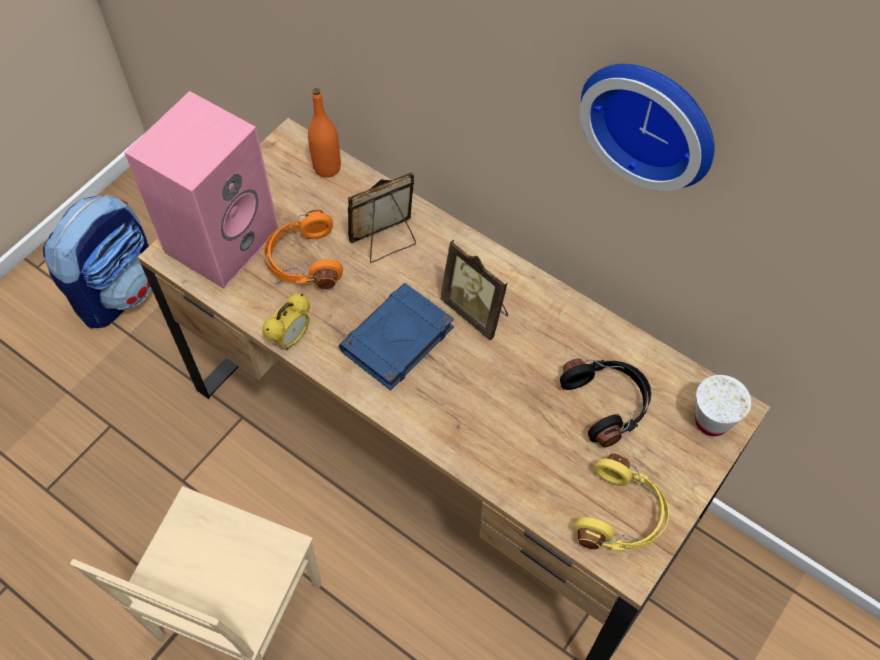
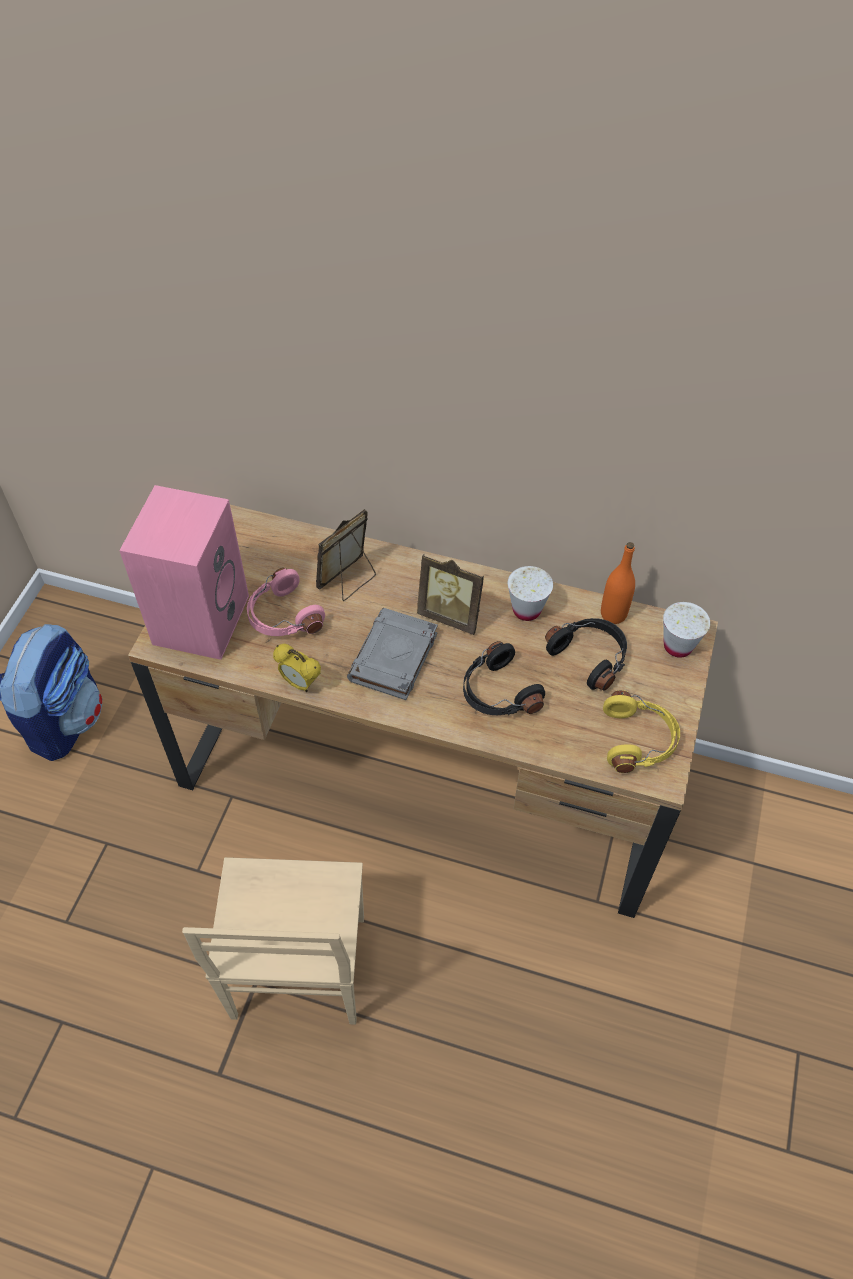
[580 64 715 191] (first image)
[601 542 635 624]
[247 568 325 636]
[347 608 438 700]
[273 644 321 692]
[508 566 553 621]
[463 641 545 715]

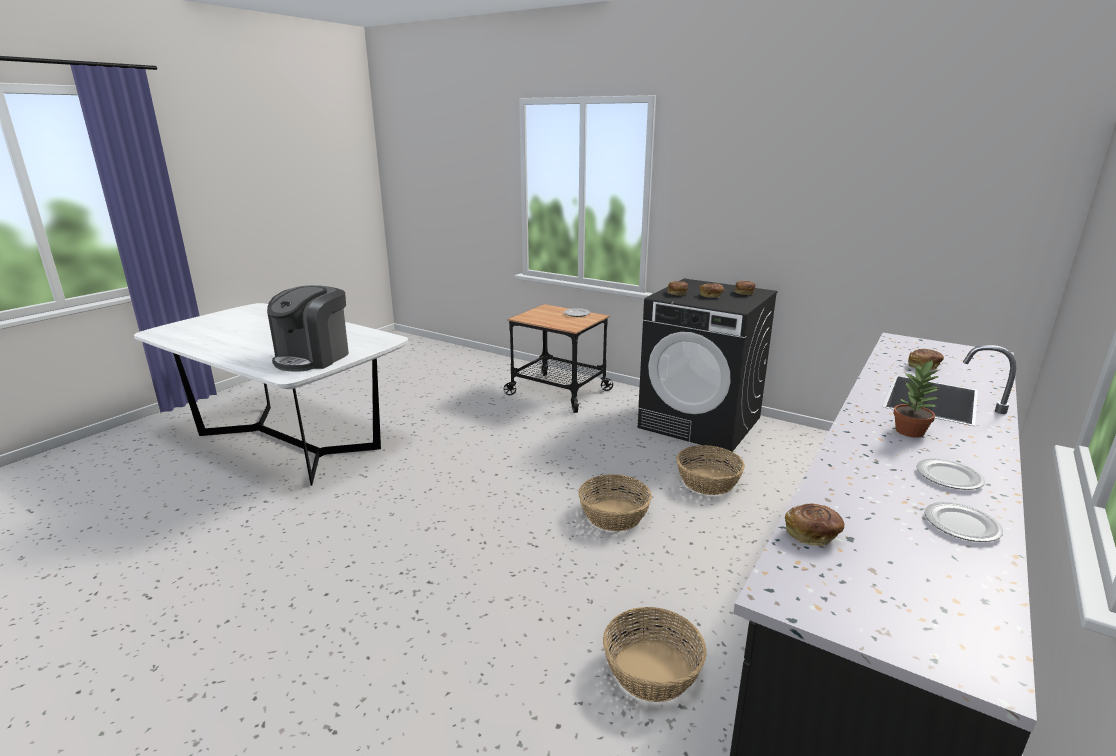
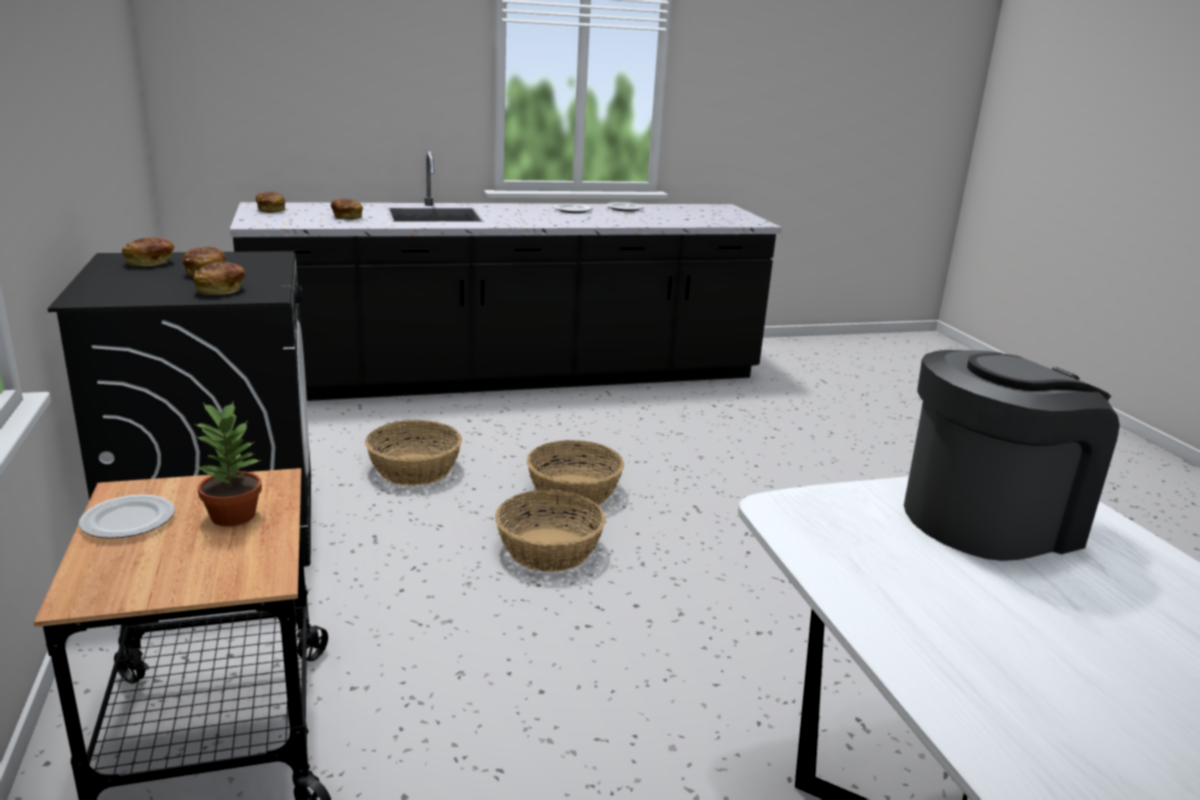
[194 401 262 526]
[256 192 286 213]
[495 490 606 572]

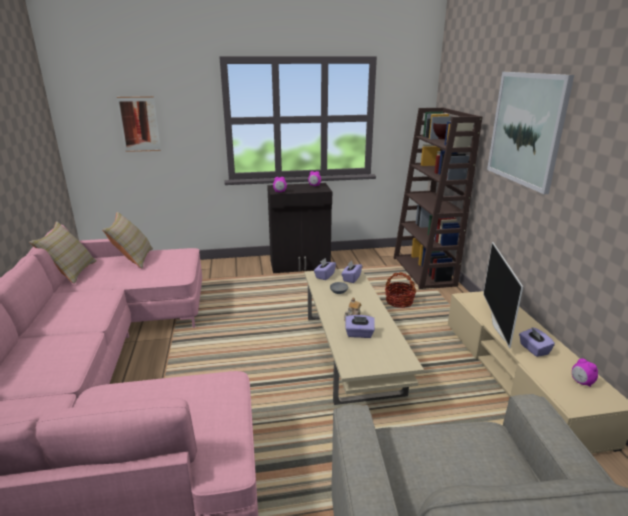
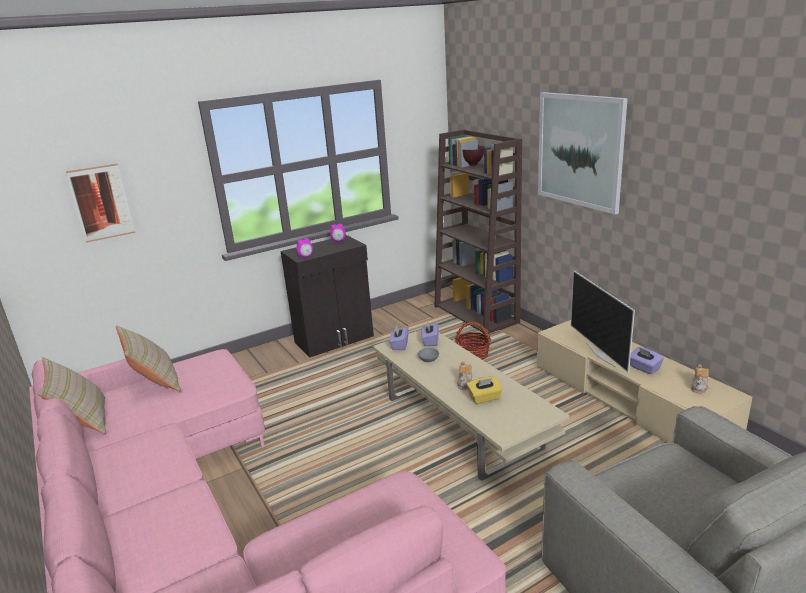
[467 376 503 404]
[691 364 709 394]

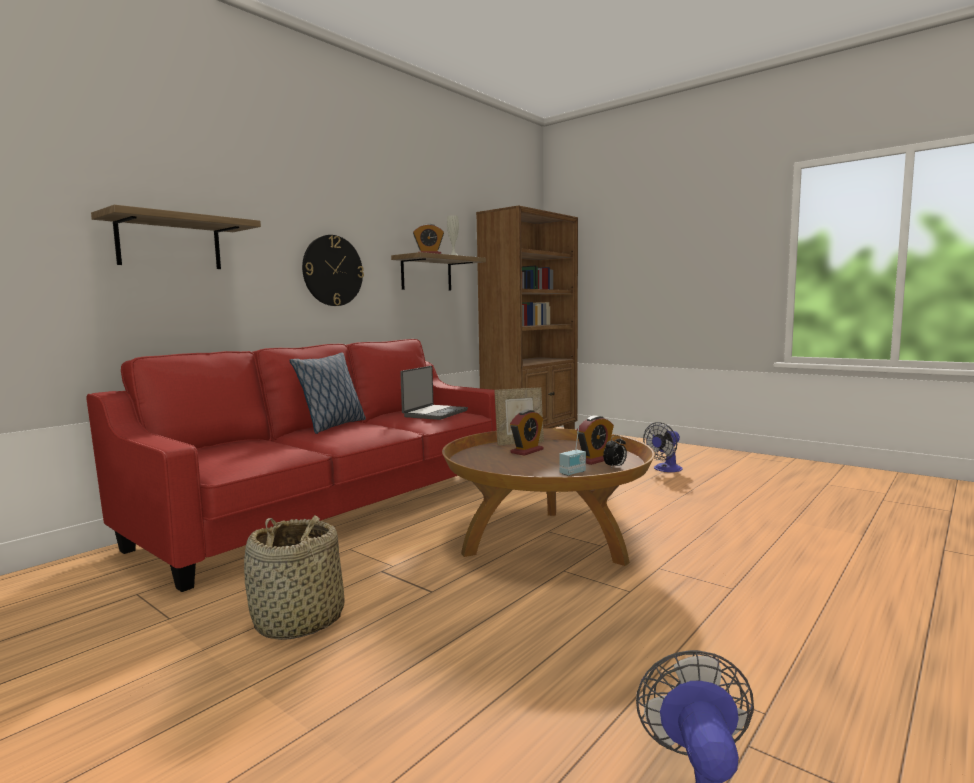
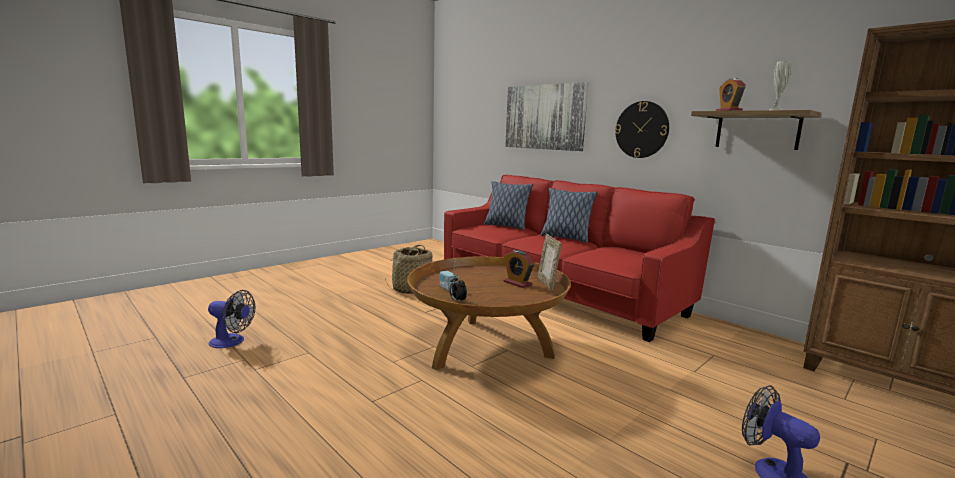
[505 82 588 151]
[400 366 468 420] (first image)
[576 416 614 465] (first image)
[484 181 533 230]

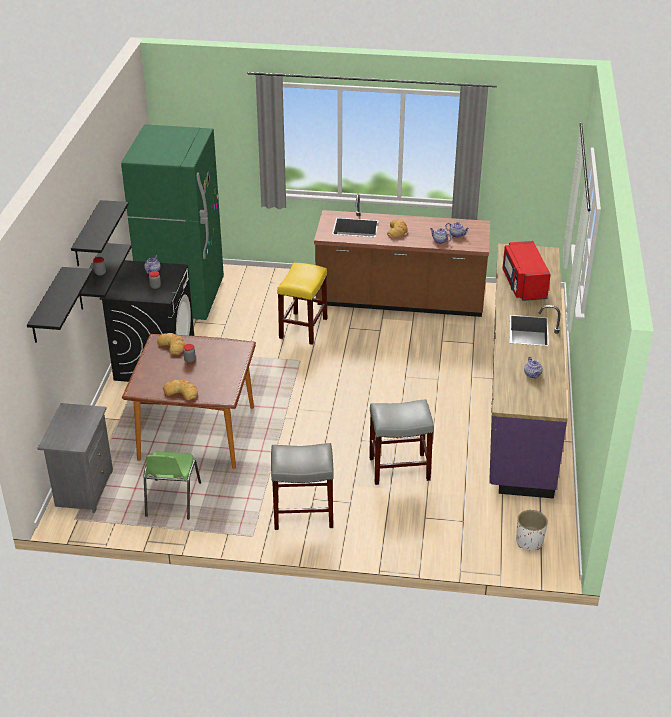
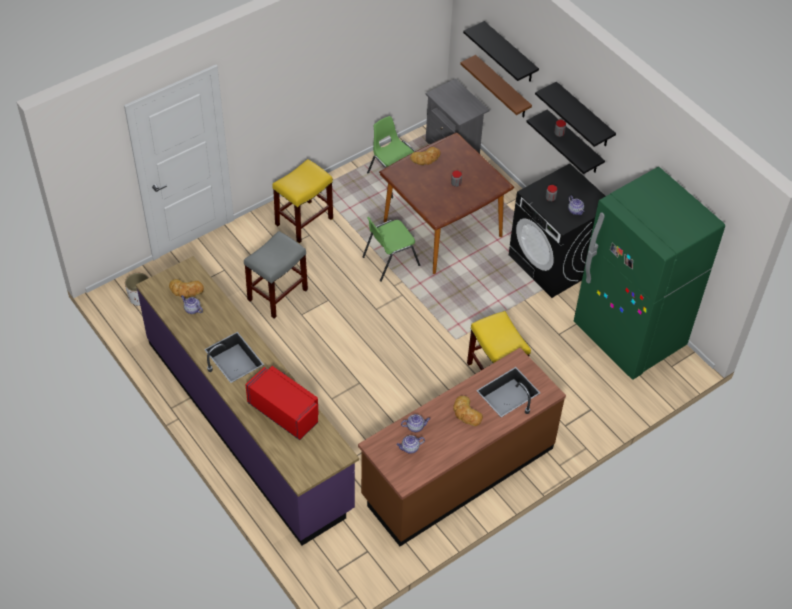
[169 279 204 298]
[272 159 333 243]
[460 55 532 118]
[362 217 420 282]

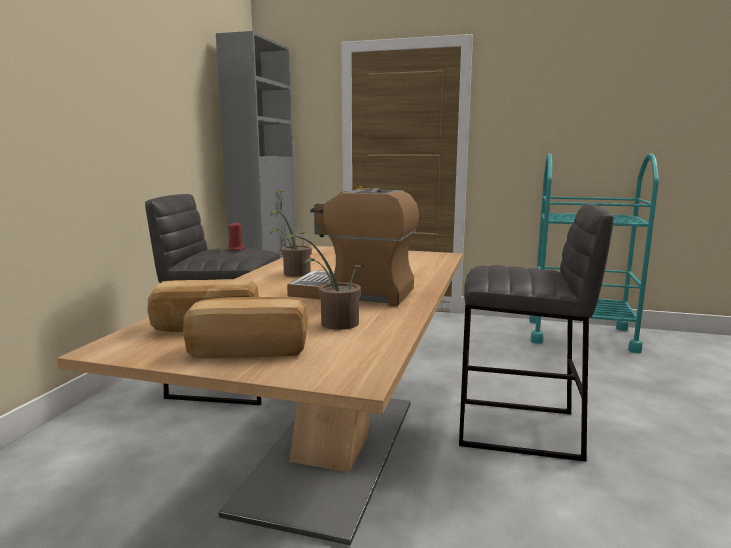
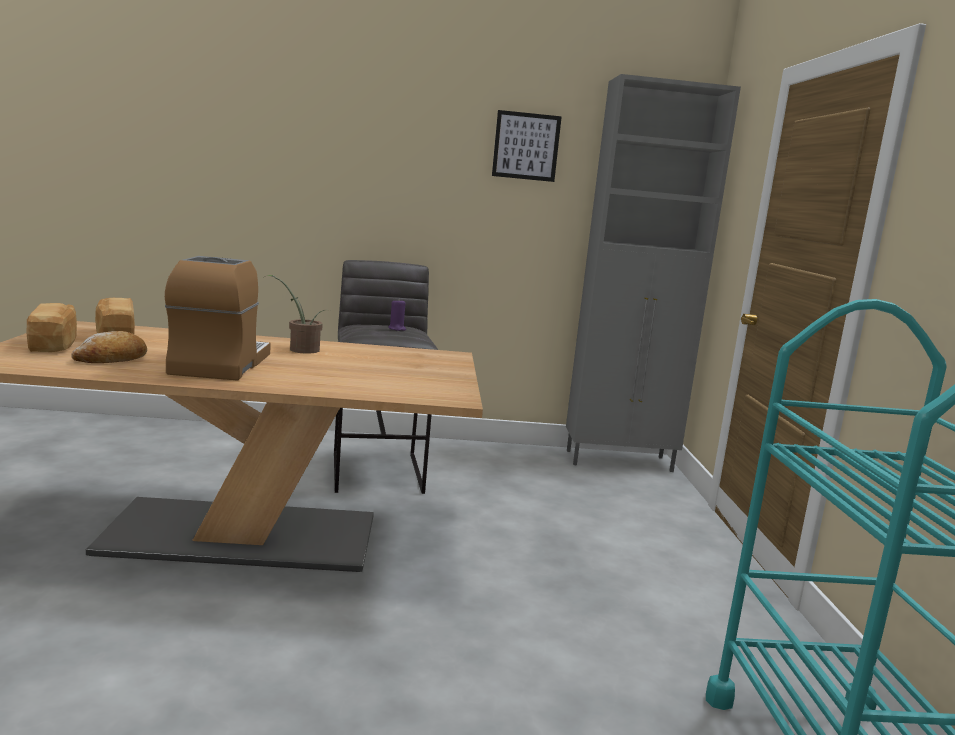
[459 204 614 461] (first image)
[389 301 406 331]
[72 331 147 363]
[492 110 562 182]

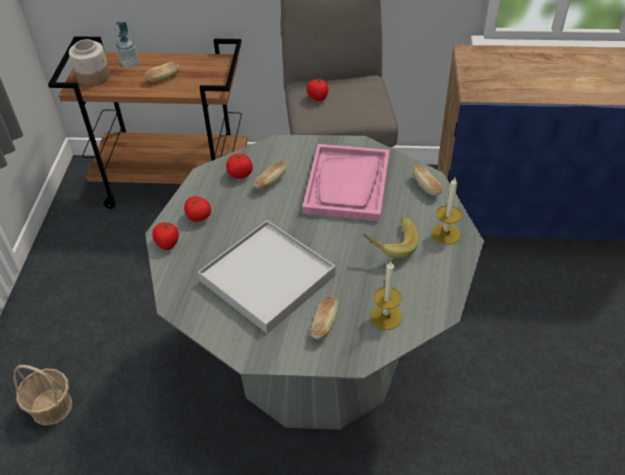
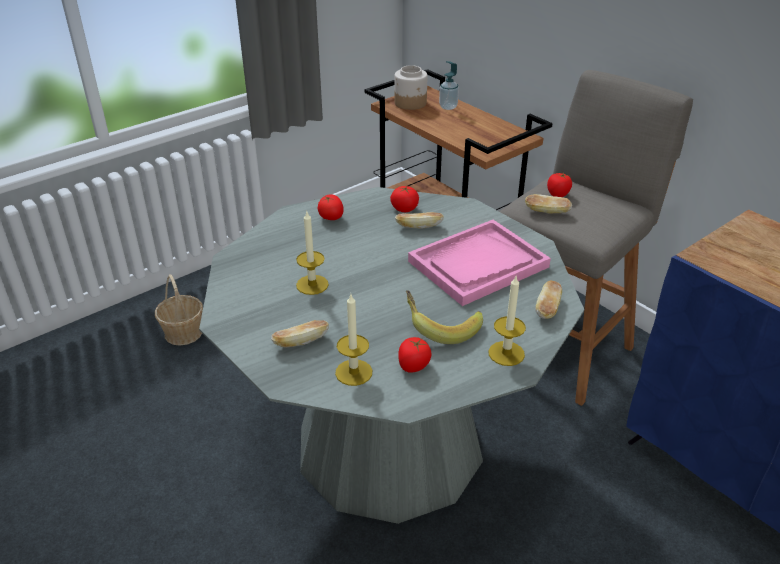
[525 194 572 213]
[296 212 329 295]
[398 337 431 373]

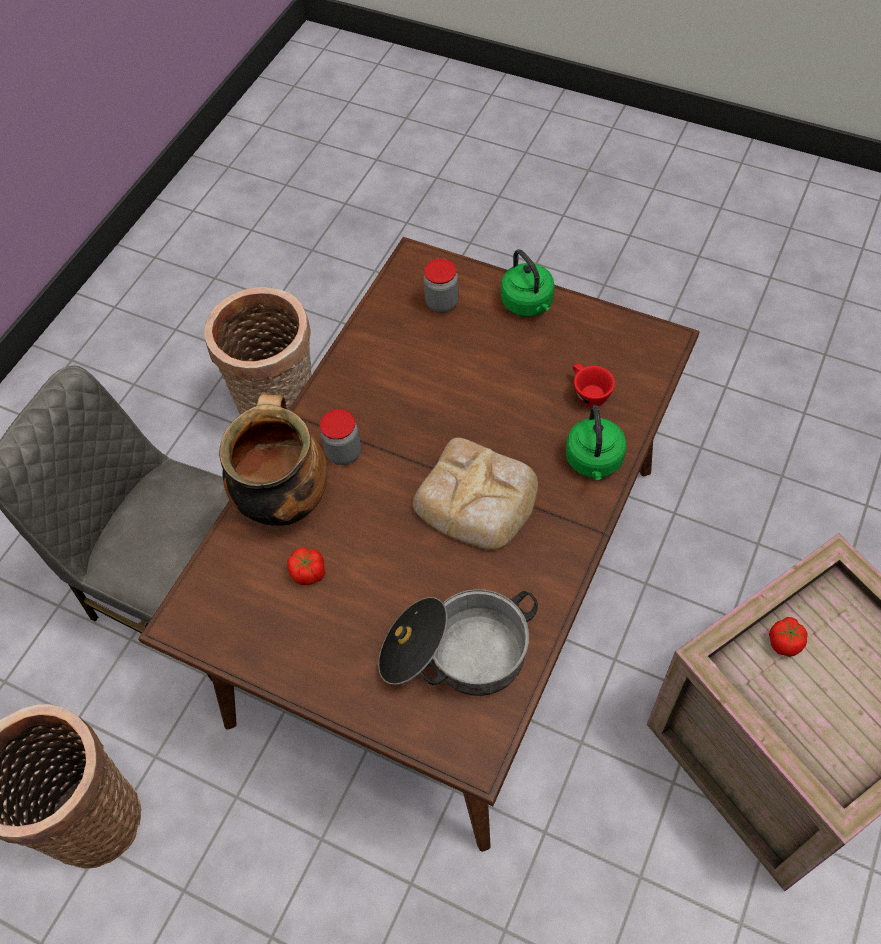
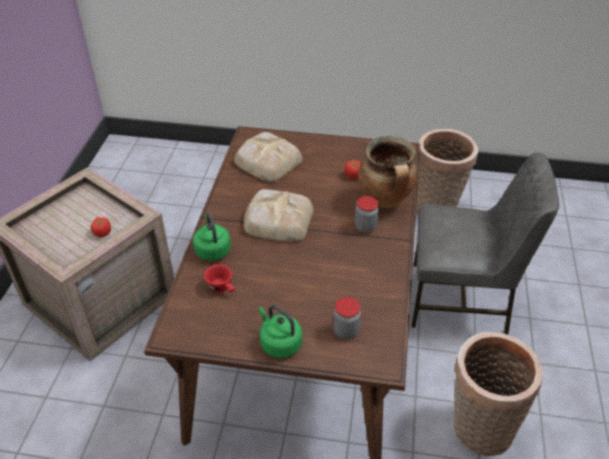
[234 132 303 182]

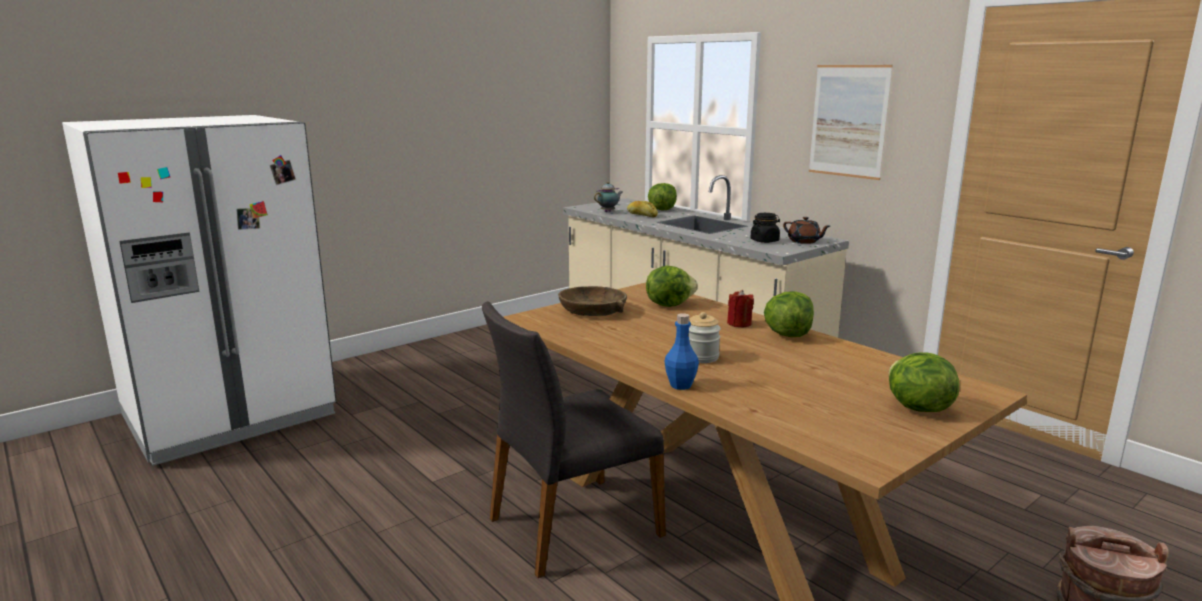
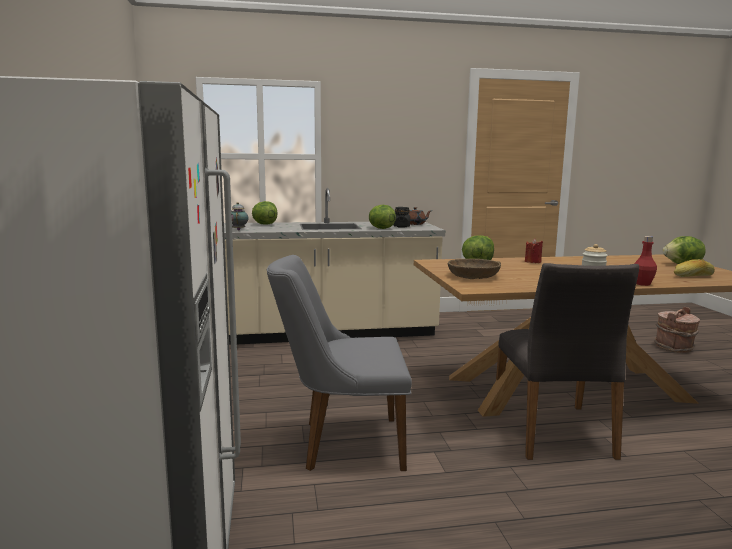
[809 65 893 180] (first image)
[674 259 715 277]
[369 205 396 229]
[634 236 657 286]
[267 255 412 471]

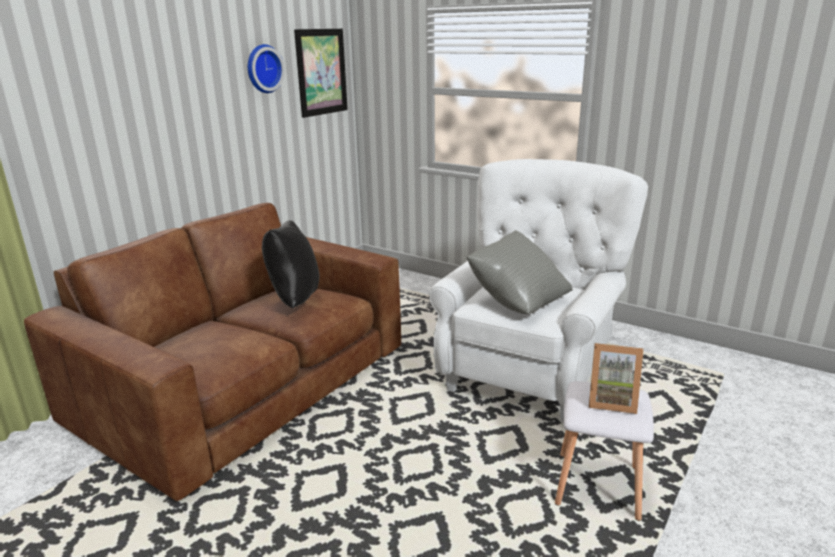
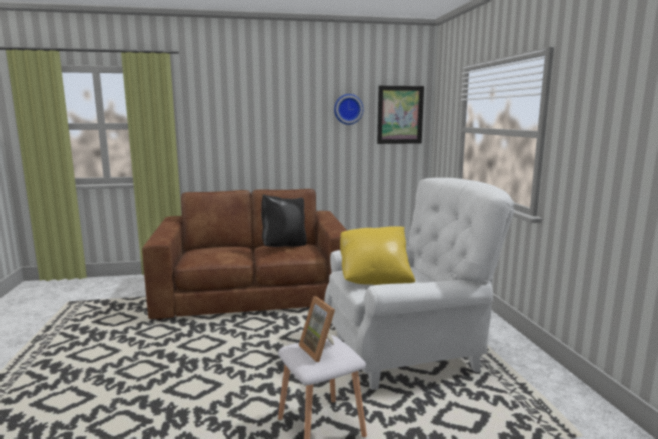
[340 226 415 285]

